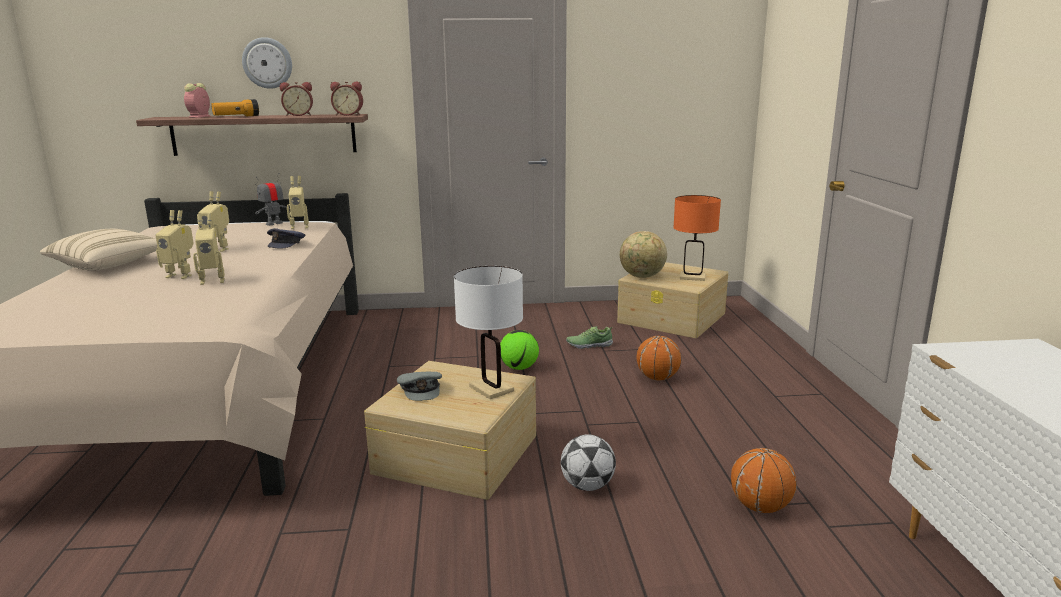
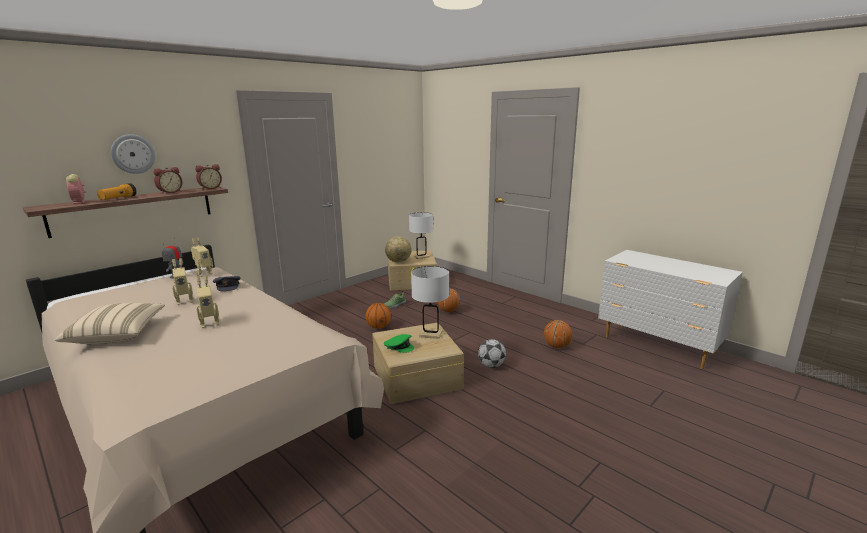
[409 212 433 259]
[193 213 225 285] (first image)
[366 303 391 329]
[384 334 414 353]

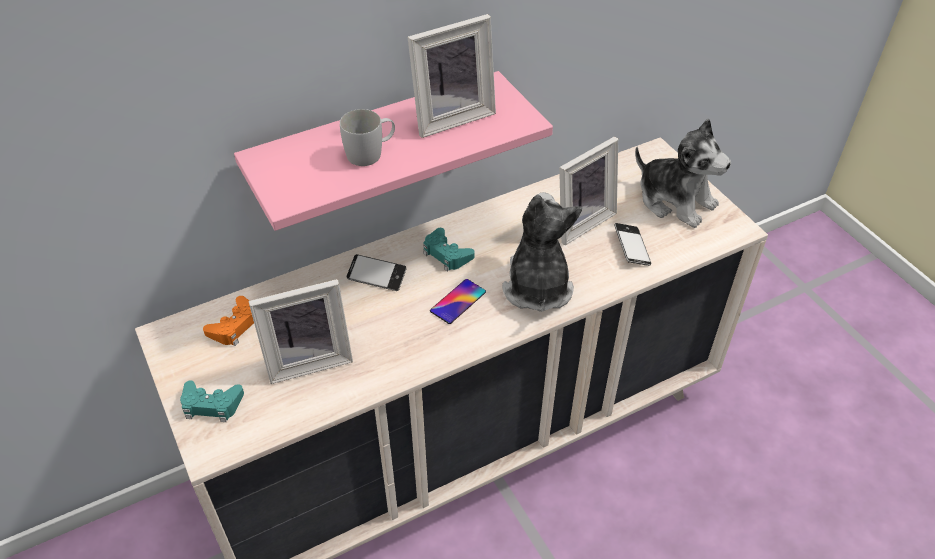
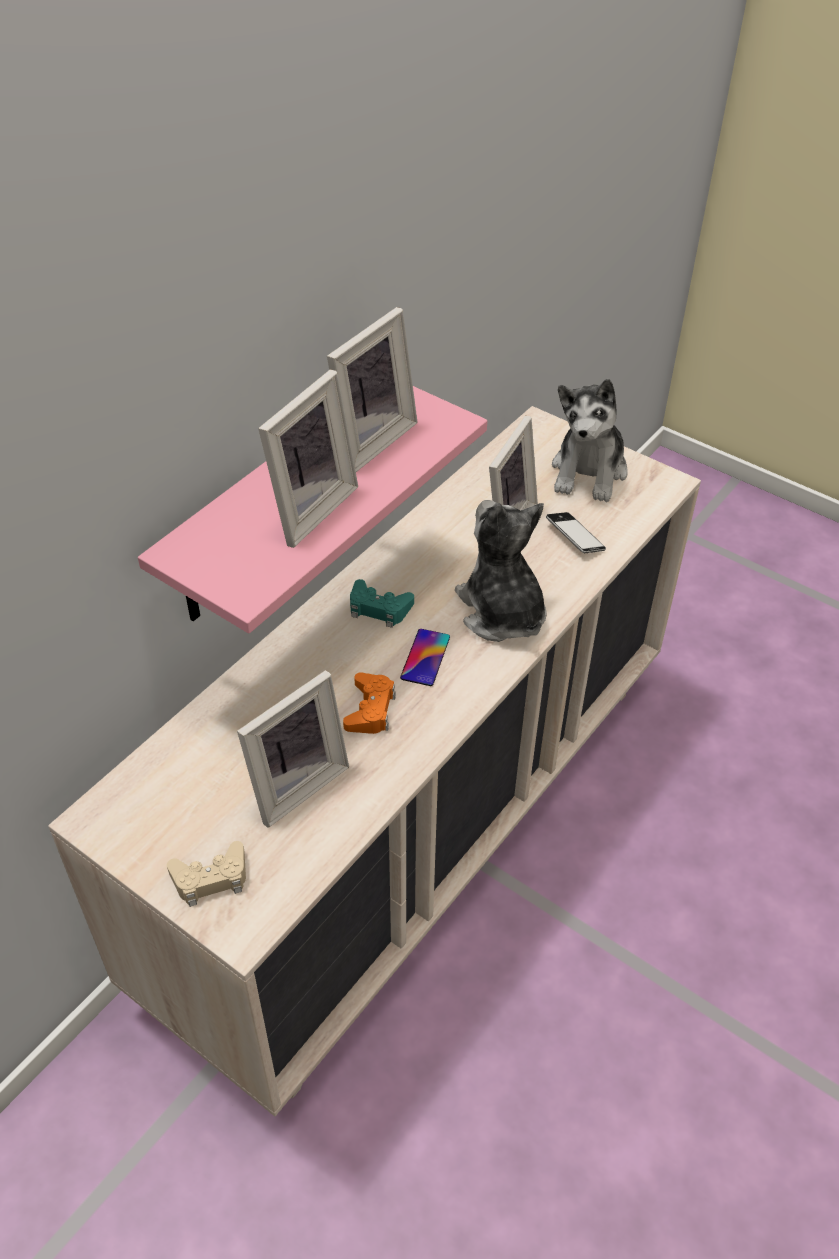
[258 369 358 548]
[552 379 628 502]
[346 254 407 291] (first image)
[343 672 396 734]
[167 841 246 907]

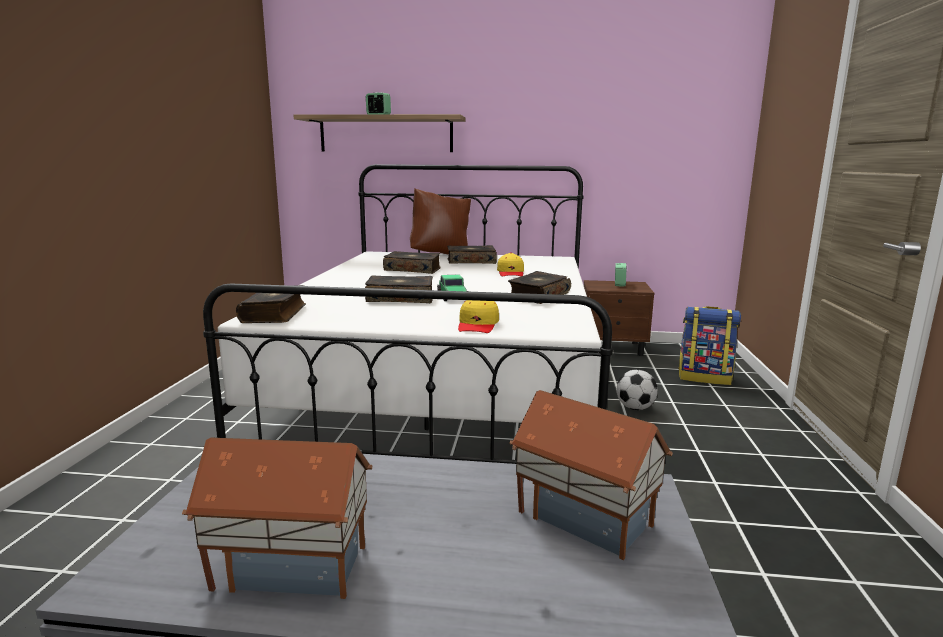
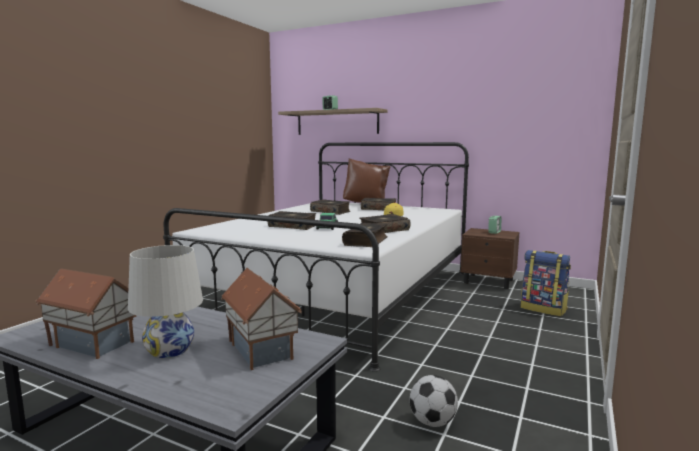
[342 223 388 247]
[458 300 499 333] (first image)
[410 375 458 427]
[128 245 203 358]

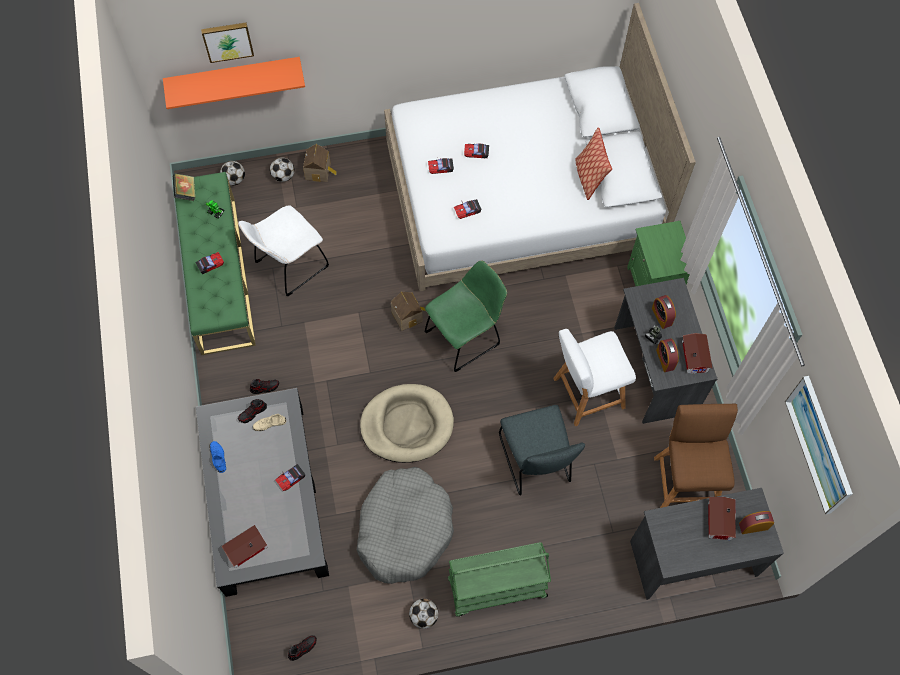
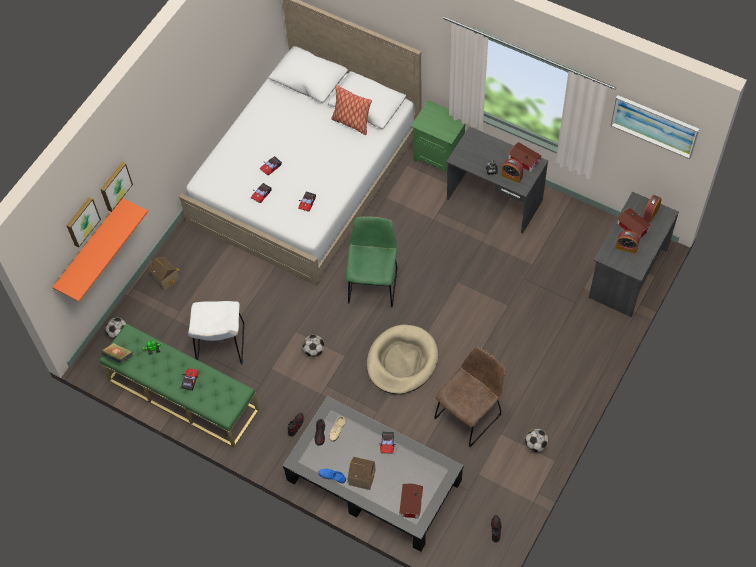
[302 335 325 357]
[348 457 376 490]
[616 230 640 254]
[553 329 636 426] (first image)
[654 404 738 508] (first image)
[499 405 585 495] (first image)
[434 347 506 447]
[448 542 551 617] (first image)
[100 162 133 212]

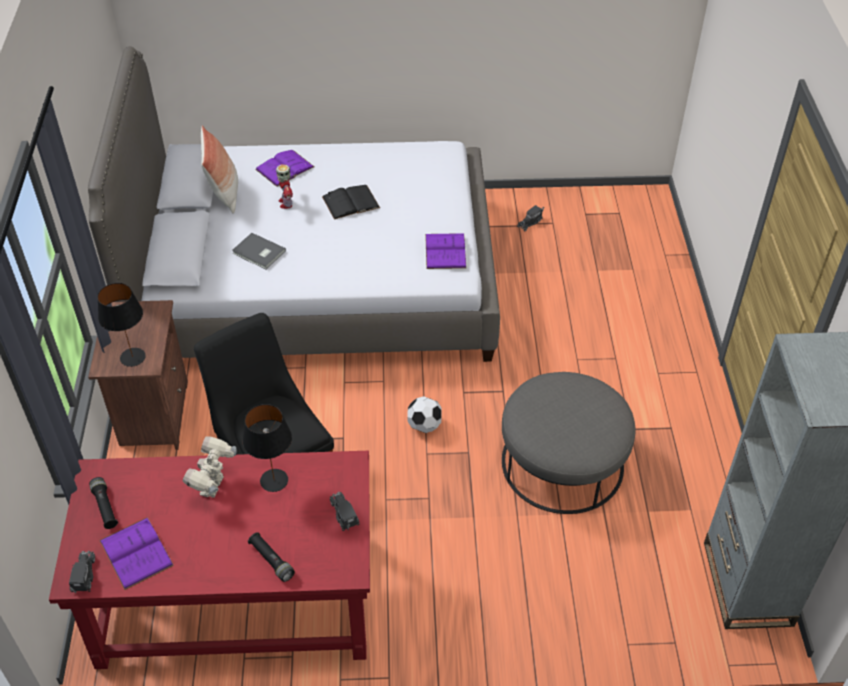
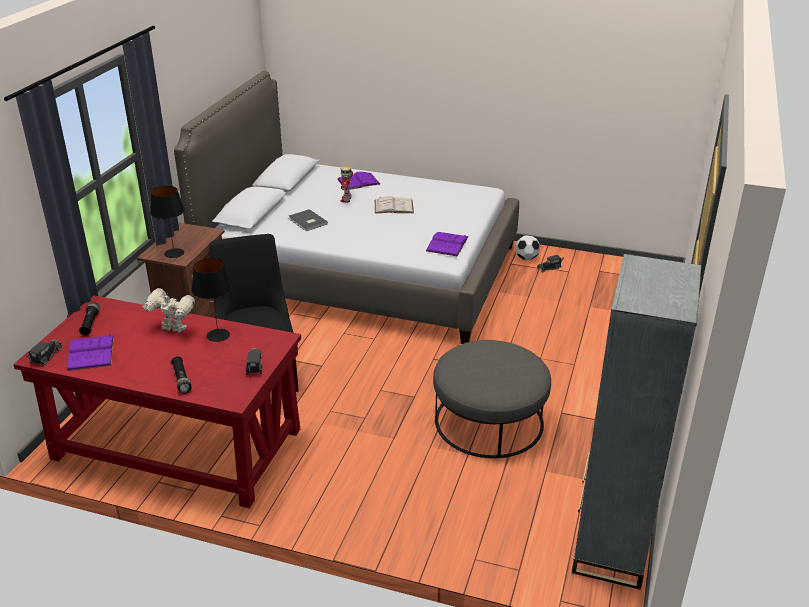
[201 125 238 214] (first image)
[375 196 414 214]
[515 235 540 260]
[143 288 195 333]

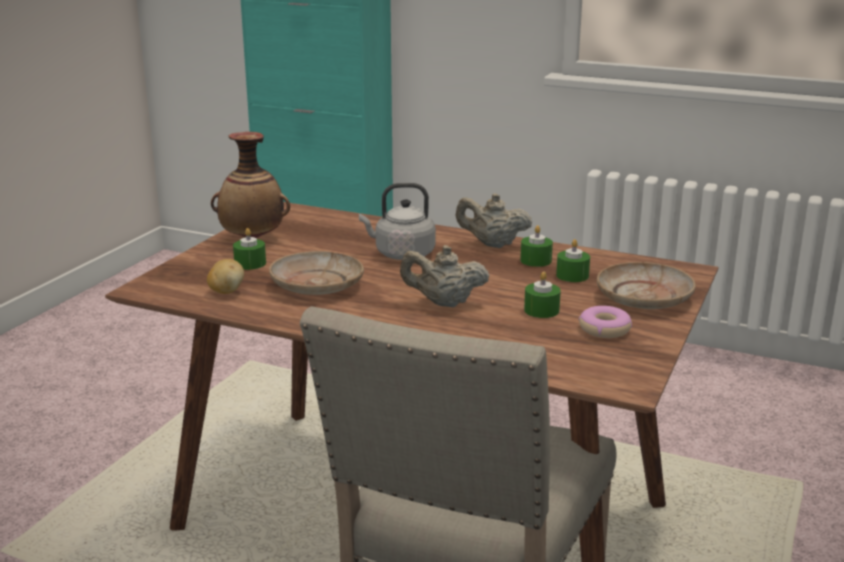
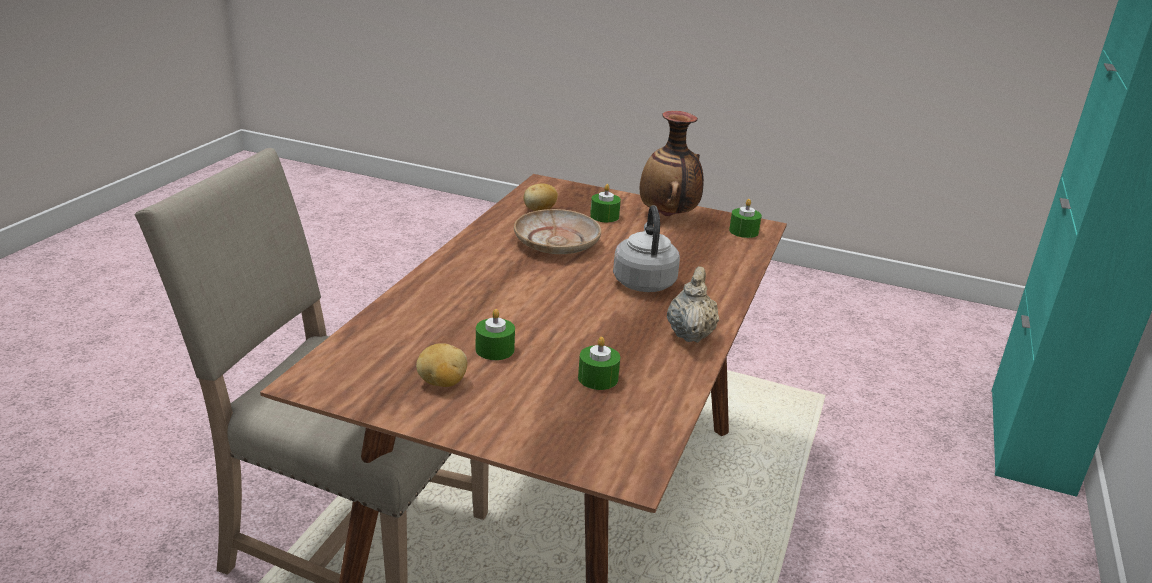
[729 199 762 238]
[400 245 489 307] (first image)
[597 262 696 309] (first image)
[416 343 467 387]

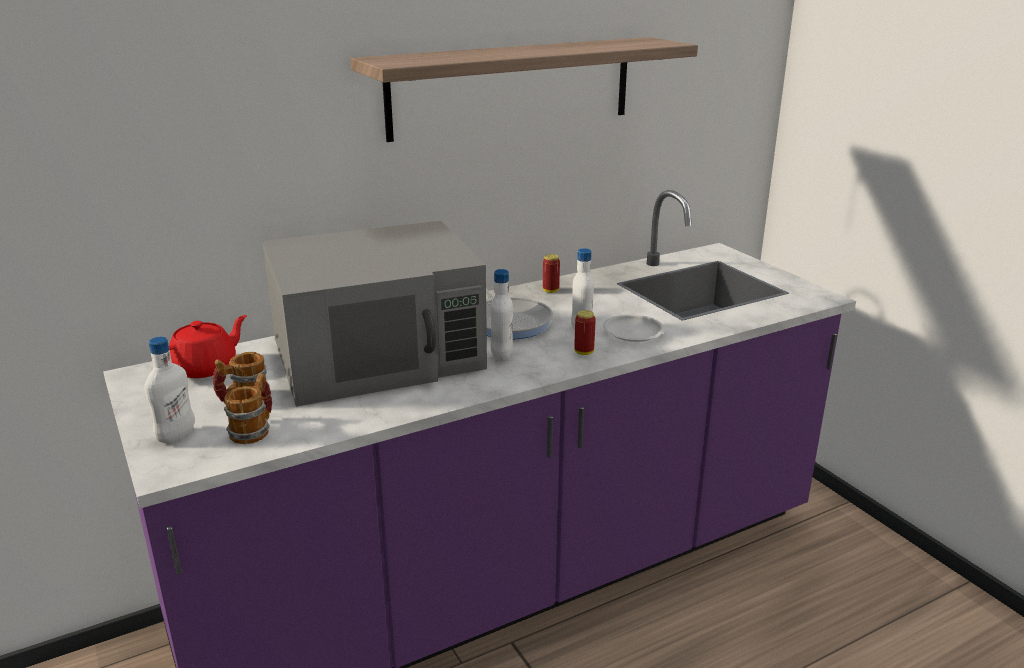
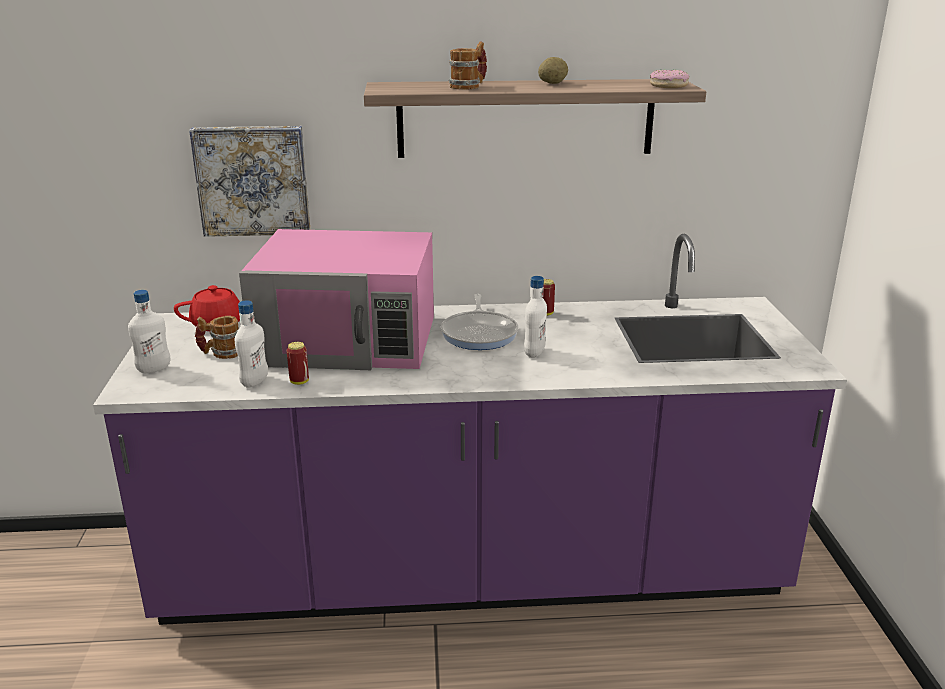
[239 229 434 370]
[235 300 268 388]
[287 342 309 385]
[603 314 665 342] (first image)
[449 42 487 90]
[538 57 568 84]
[650 70 690 88]
[189 126 310 237]

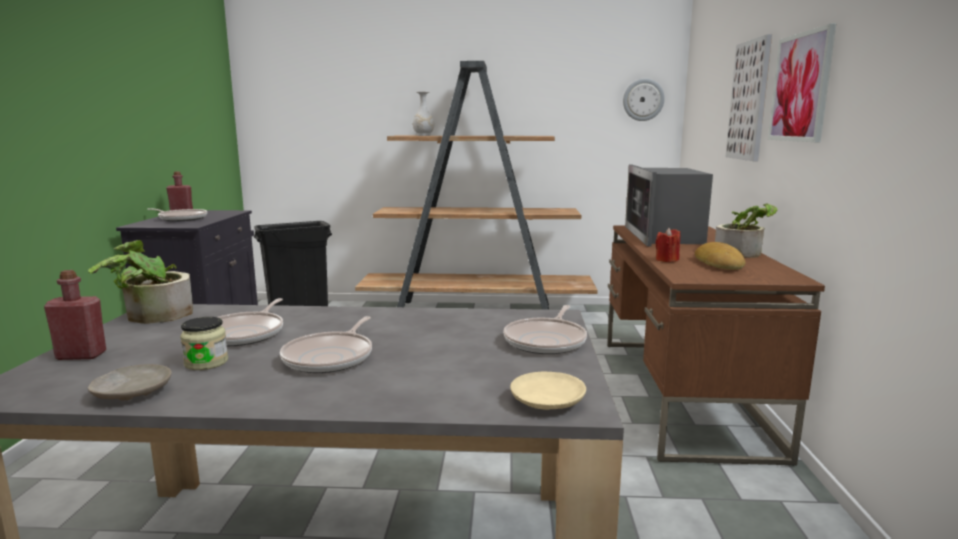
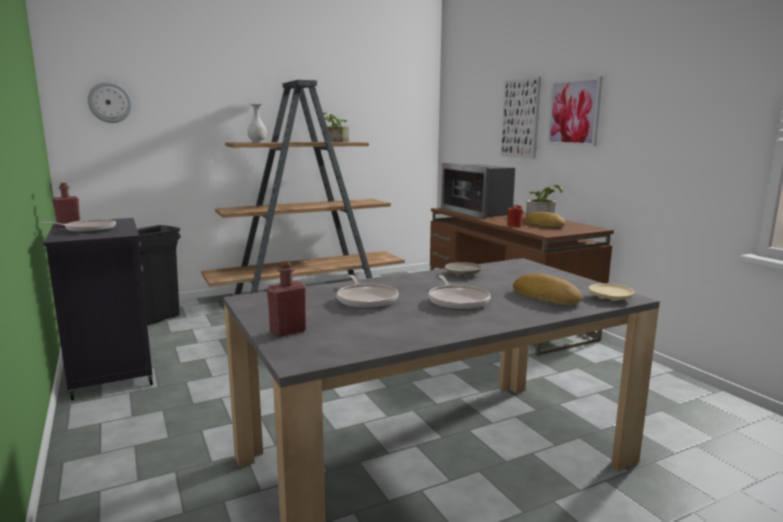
[87 82 132 123]
[323 112 349 142]
[503 305 587 354] (first image)
[180 317 228 370] (first image)
[445 262 482 276]
[513 273 582 305]

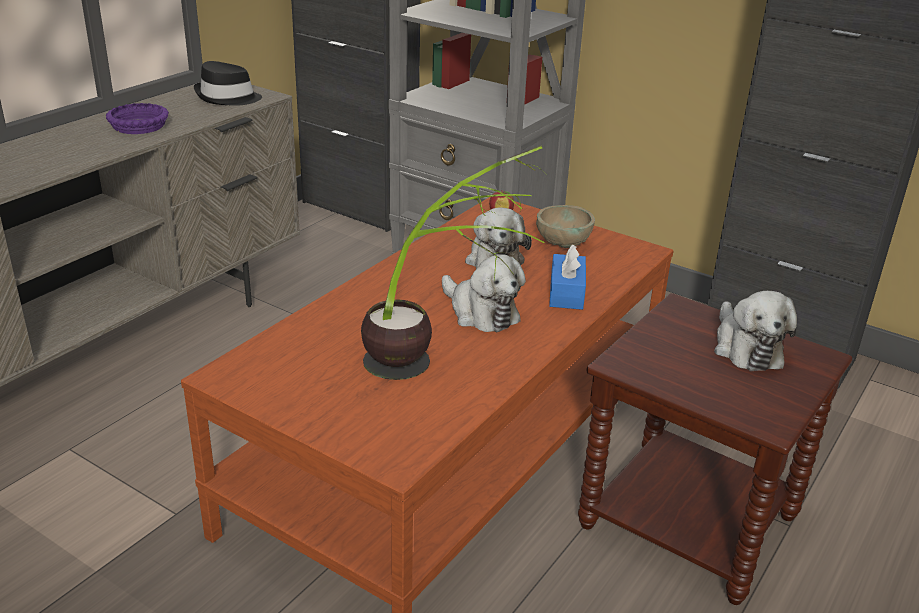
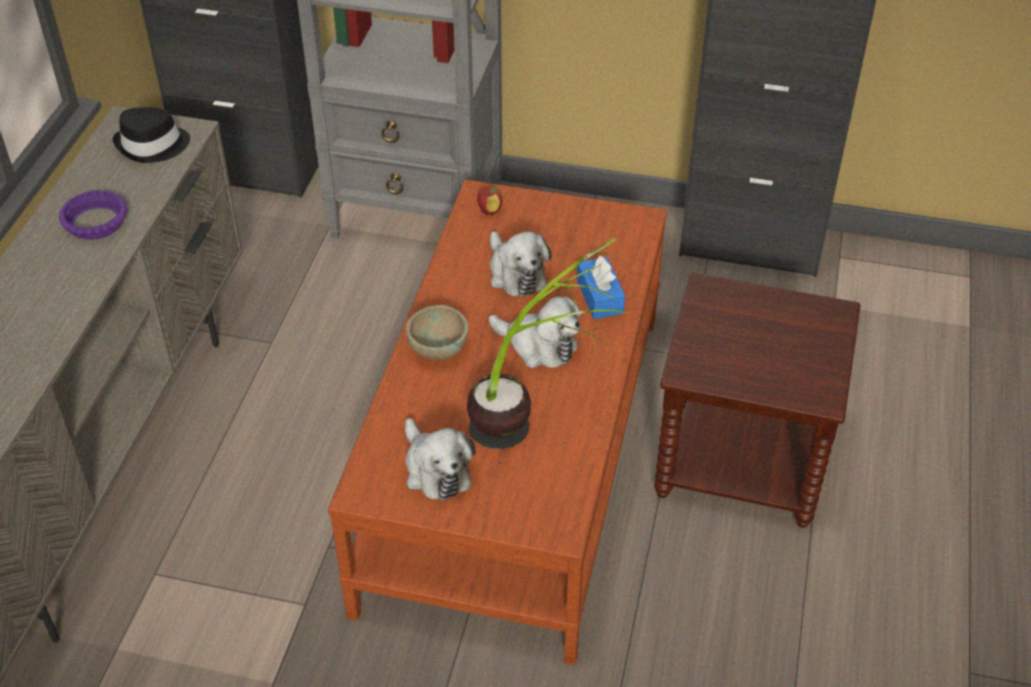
[406 305 469 360]
[405 418 475 501]

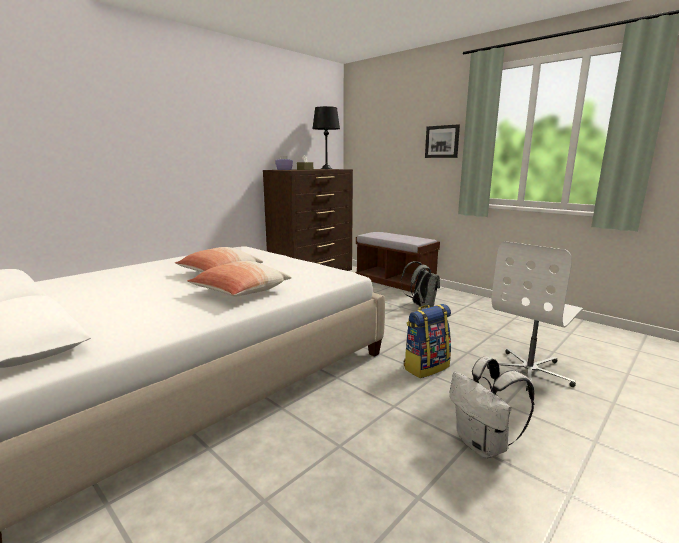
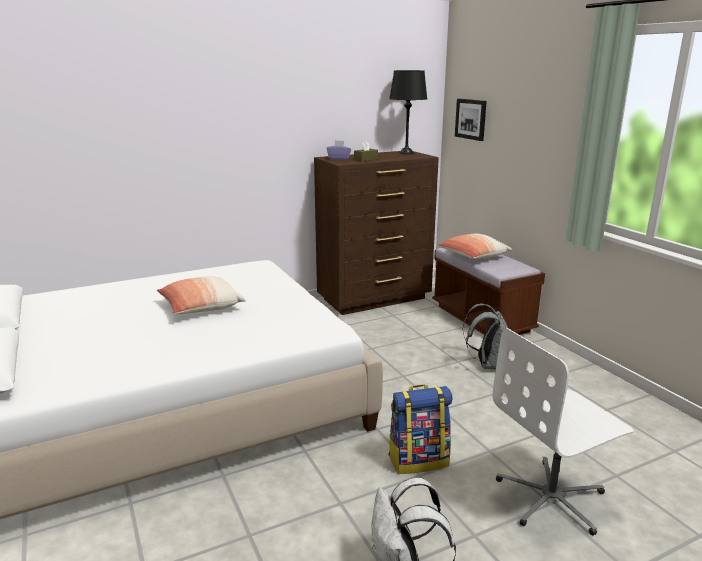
[455 99 487 141]
[437 234 512 259]

